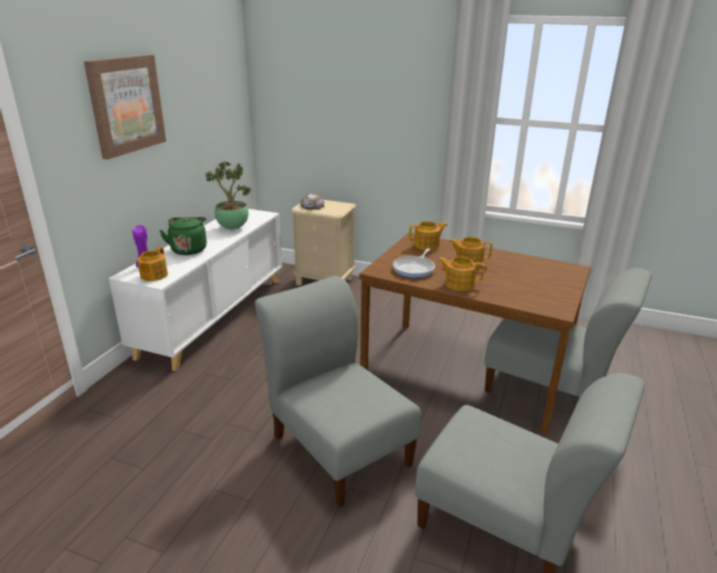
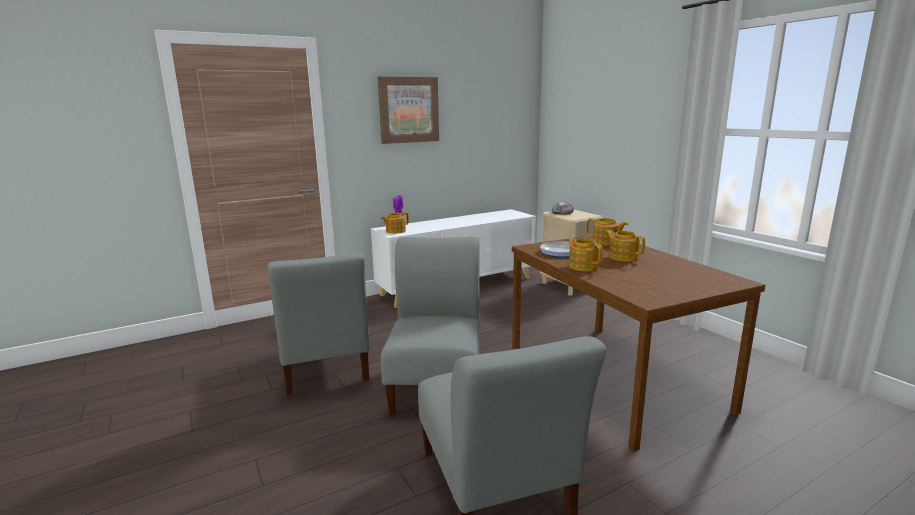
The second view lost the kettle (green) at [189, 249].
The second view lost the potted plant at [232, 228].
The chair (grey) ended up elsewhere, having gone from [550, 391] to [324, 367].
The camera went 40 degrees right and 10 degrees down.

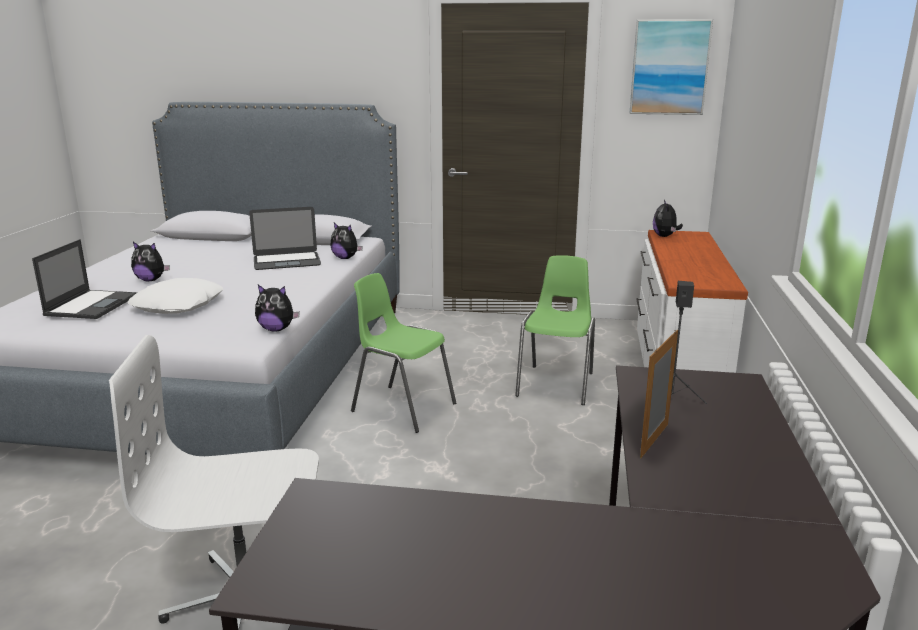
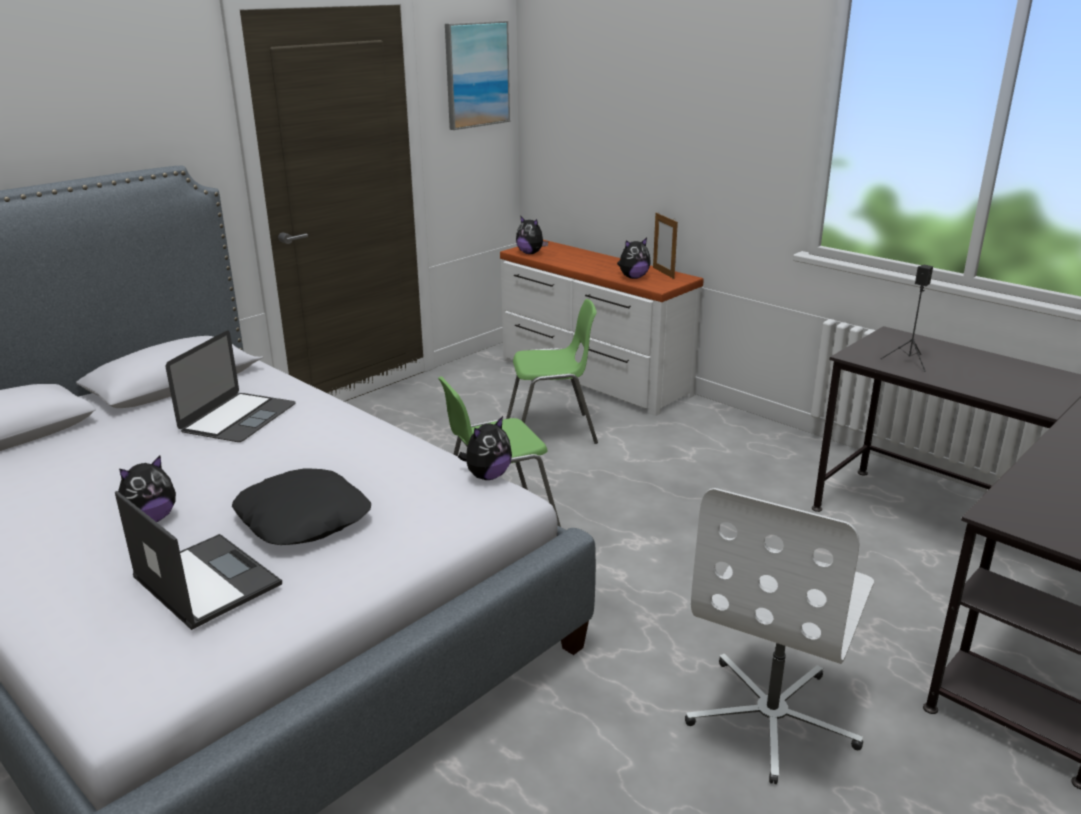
What was the pillow (white) at [179, 305] turned into the pillow (black) at [304, 518].
The plush toy ended up elsewhere, having gone from [345, 258] to [633, 277].
The chair (green) at [557, 384] ended up facing another way, 120 degrees clockwise from before.
The picture frame ended up elsewhere, having gone from [654, 440] to [663, 273].
The camera went 55 degrees left and 5 degrees up.

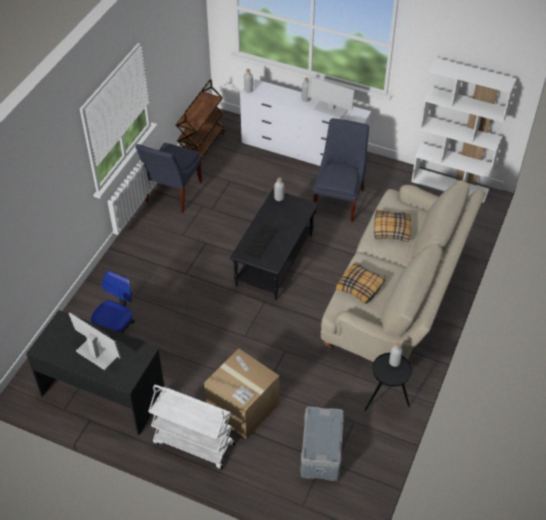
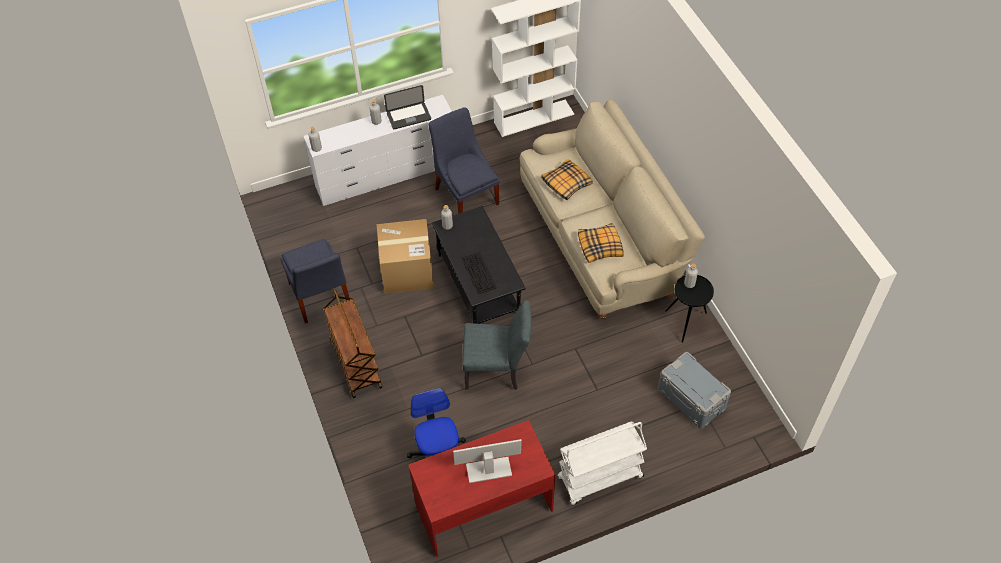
What was the desk (black) at [103, 393] turned into the desk (red) at [483, 506].
The cart (brown) ended up elsewhere, having gone from [201, 146] to [355, 363].
The cardboard box ended up elsewhere, having gone from [243, 407] to [407, 271].
Where the monitor stood at [330, 109], the laptop came to stand at [408, 116].
The second view gained the chair (grey) at [497, 370].
The camera went 45 degrees left and 5 degrees up.

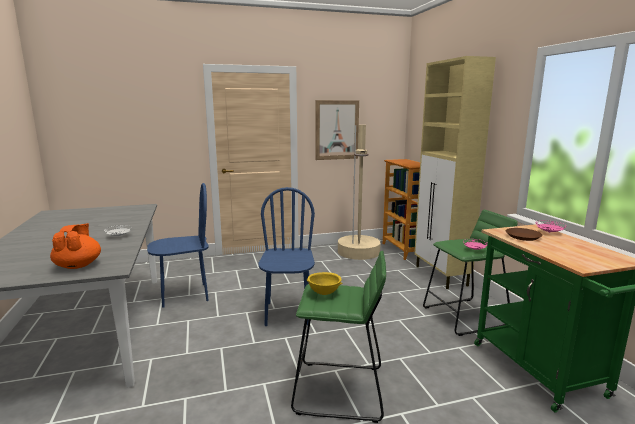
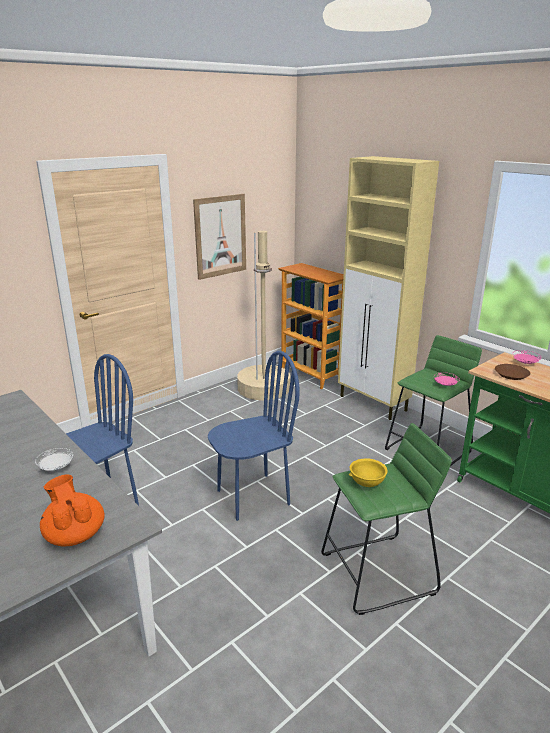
The chair (blue) at [288, 313] ended up facing another way, 90 degrees clockwise from before.
The camera went 25 degrees left and 10 degrees up.

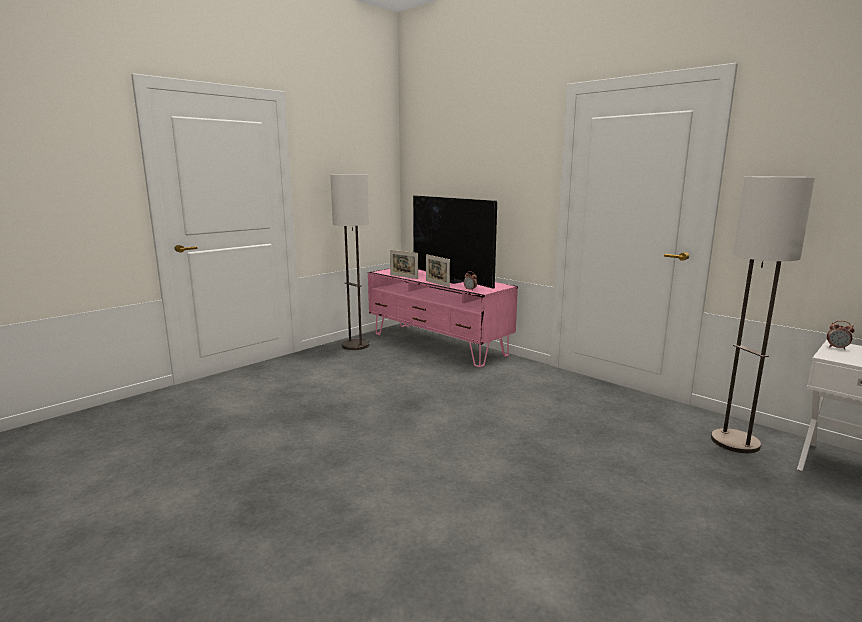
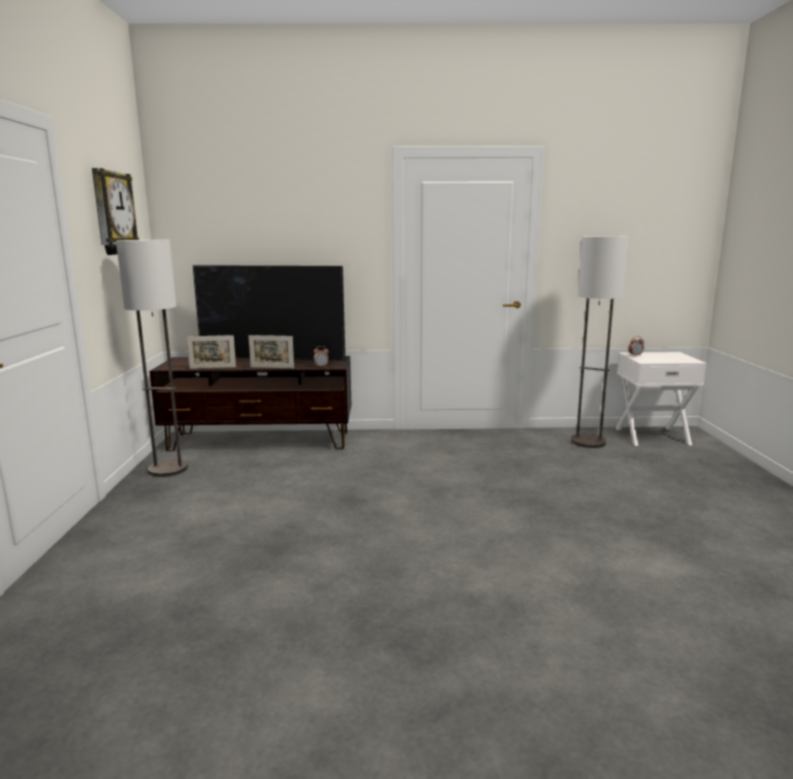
What was the tv stand (pink) at [437, 344] turned into the tv stand (brown) at [260, 441].
The second view gained the wall clock at [112, 213].
The camera went 45 degrees left and 0 degrees up.

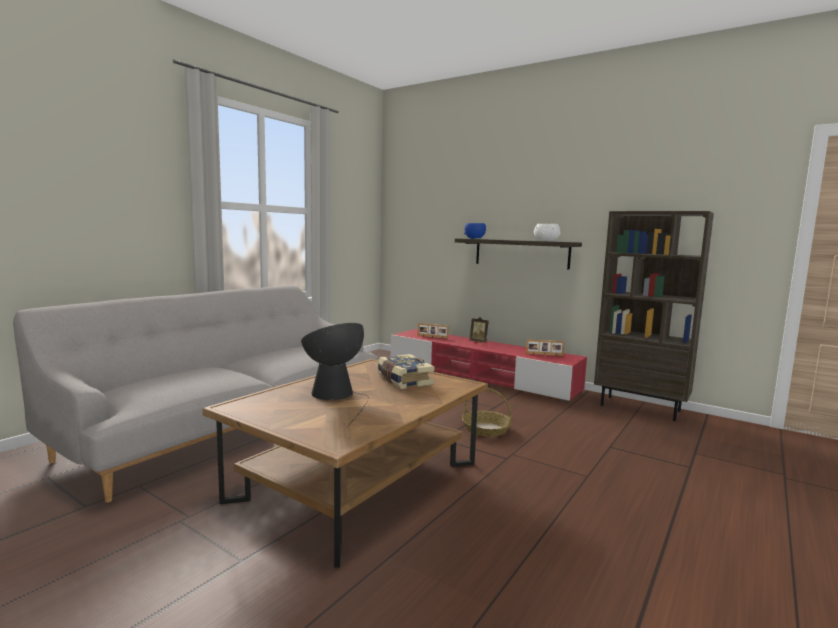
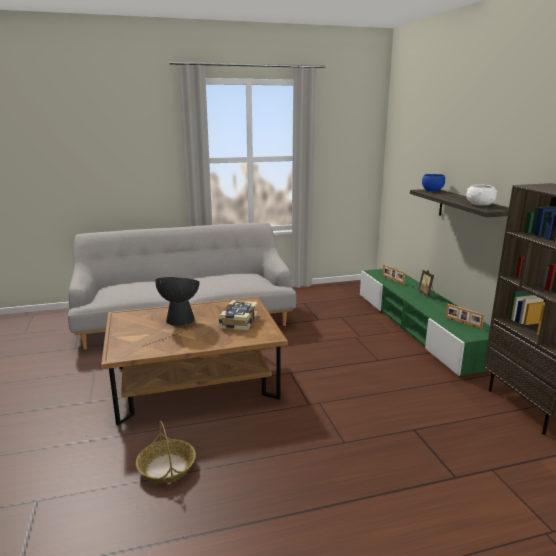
What was the tv stand (red) at [480, 376] turned into the tv stand (green) at [419, 327].
The basket ended up elsewhere, having gone from [486, 429] to [167, 468].
The camera went 40 degrees right and 10 degrees up.

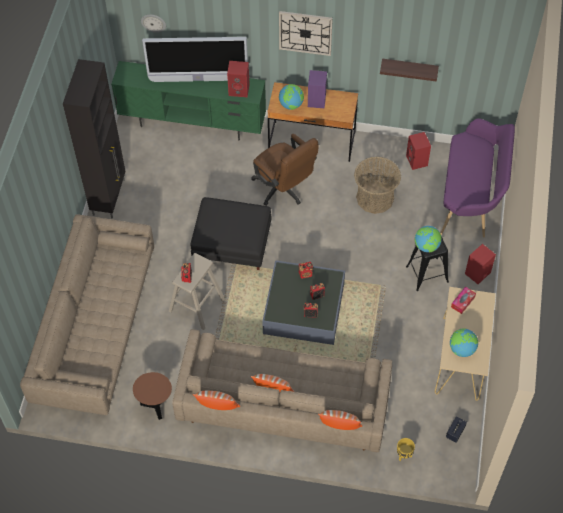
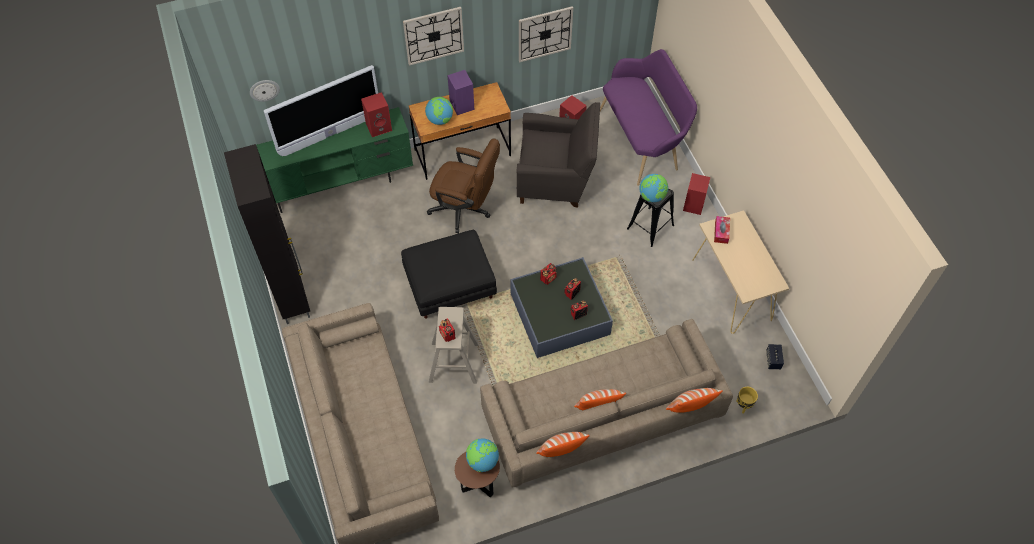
Where the basket stood at [375, 198], the armchair (grey) came to stand at [556, 179].
Where the shelf hung at [409, 68], the wall clock came to hang at [545, 34].
The globe ended up elsewhere, having gone from [461, 349] to [482, 461].
The camera went 30 degrees left and 0 degrees up.

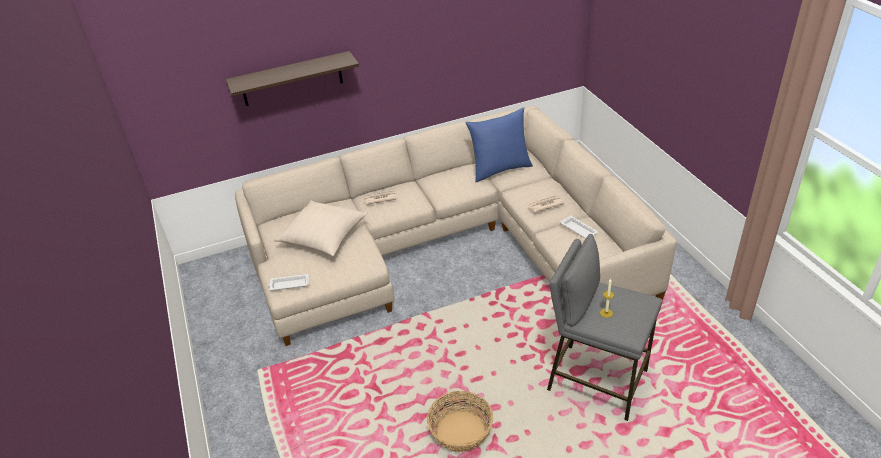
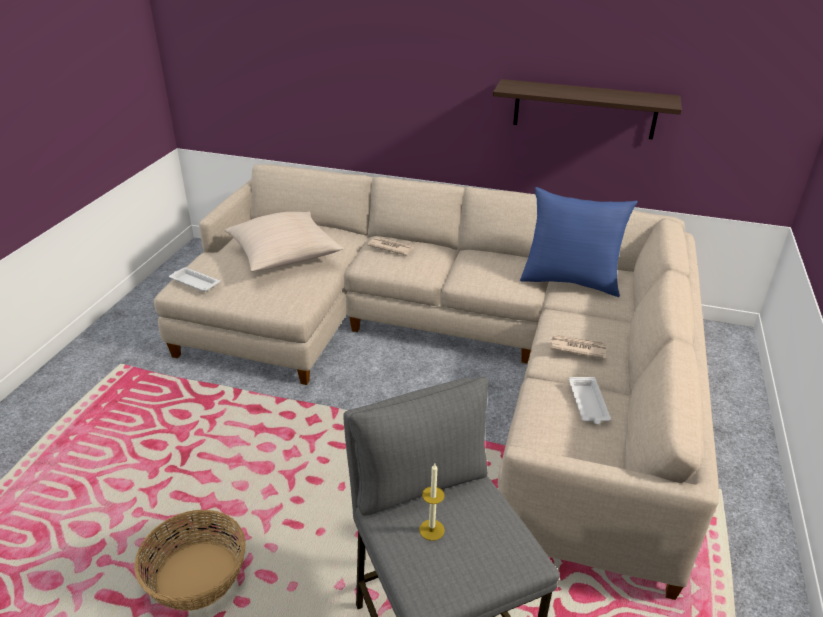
The shelf ended up elsewhere, having gone from [292, 79] to [584, 109].
The camera went 35 degrees right and 5 degrees down.

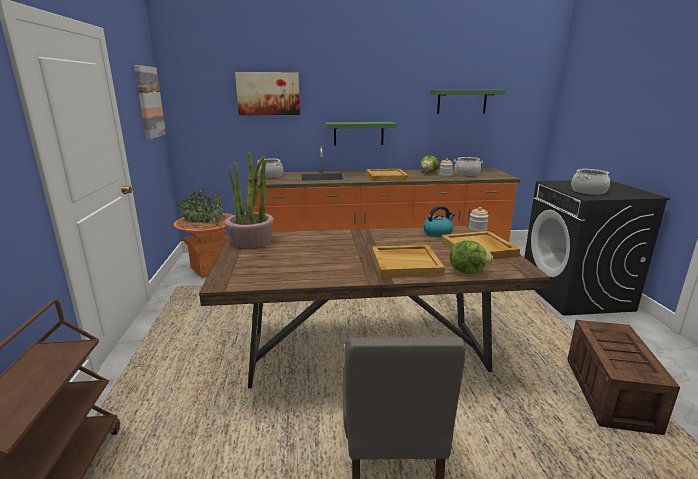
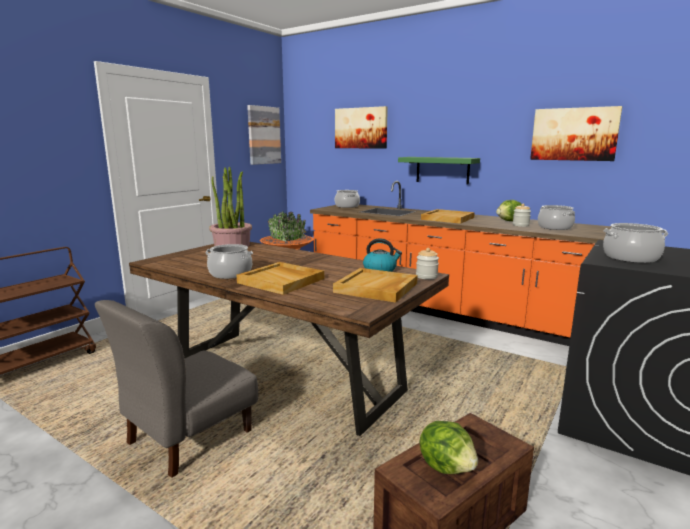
Where the shelf (green) hung at [462, 101], the picture came to hang at [574, 134].
The lettuce ended up elsewhere, having gone from [467, 271] to [447, 466].
The second view gained the cooking pot at [230, 274].
The camera went 40 degrees right and 5 degrees down.

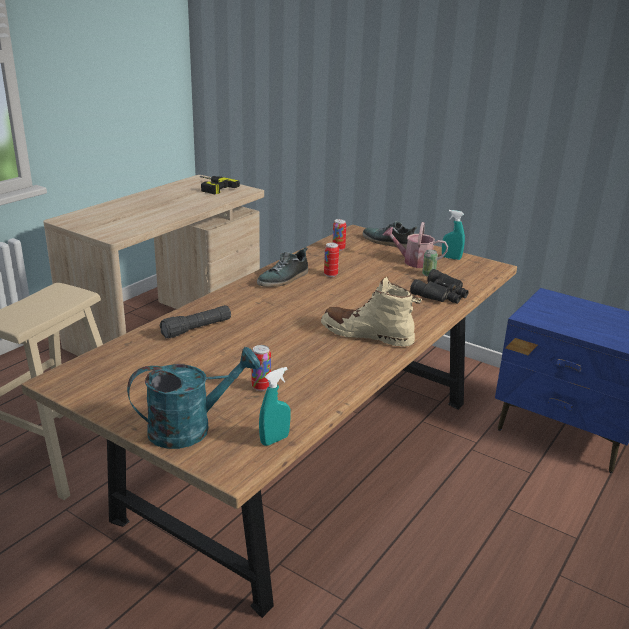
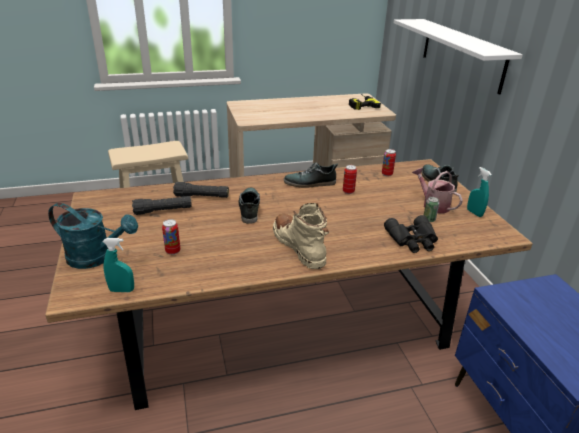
The second view gained the flashlight (black) at [163, 211].
The second view gained the shoe at [249, 208].
The second view gained the shelf (white) at [462, 54].
The camera went 40 degrees right and 5 degrees up.

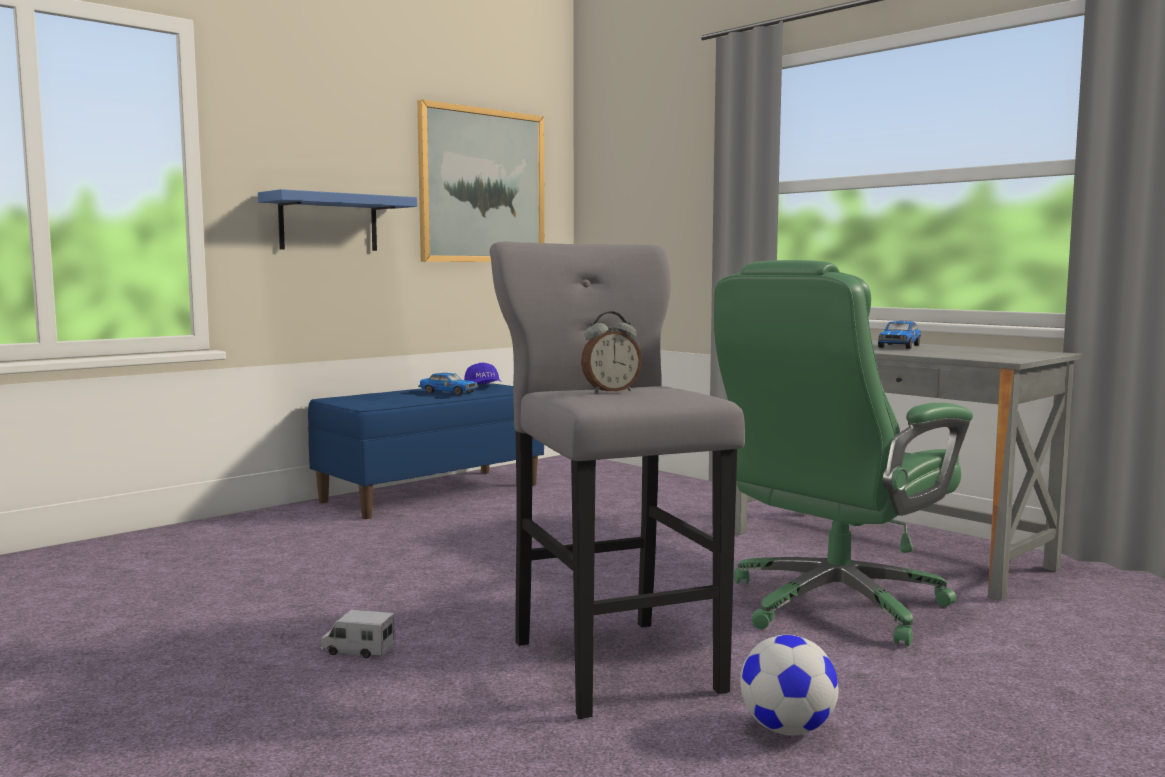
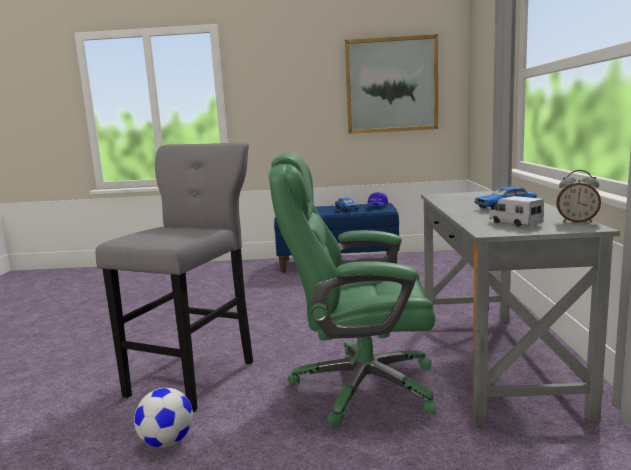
The second view lost the shelf (blue) at [328, 223].
The toy truck ended up elsewhere, having gone from [358, 650] to [515, 223].
The alarm clock ended up elsewhere, having gone from [610, 391] to [576, 222].
The camera went 45 degrees right and 5 degrees up.

